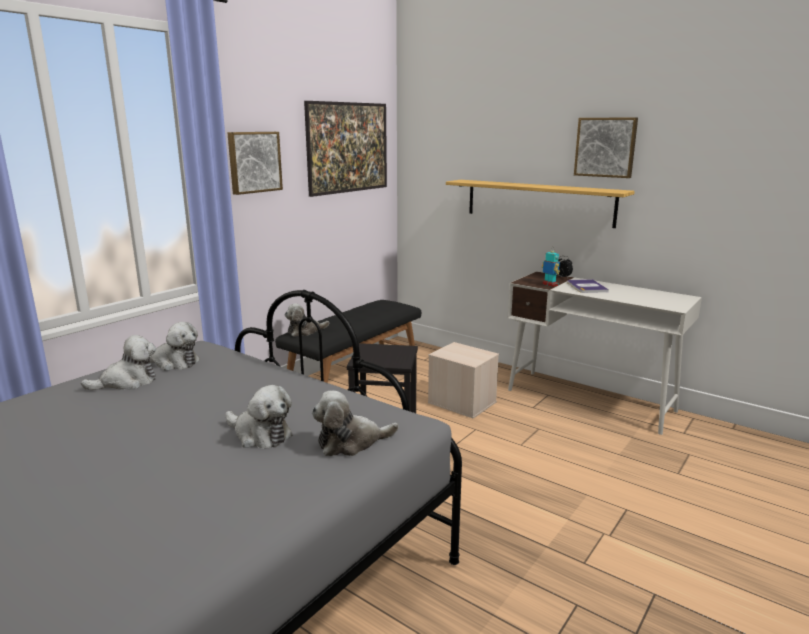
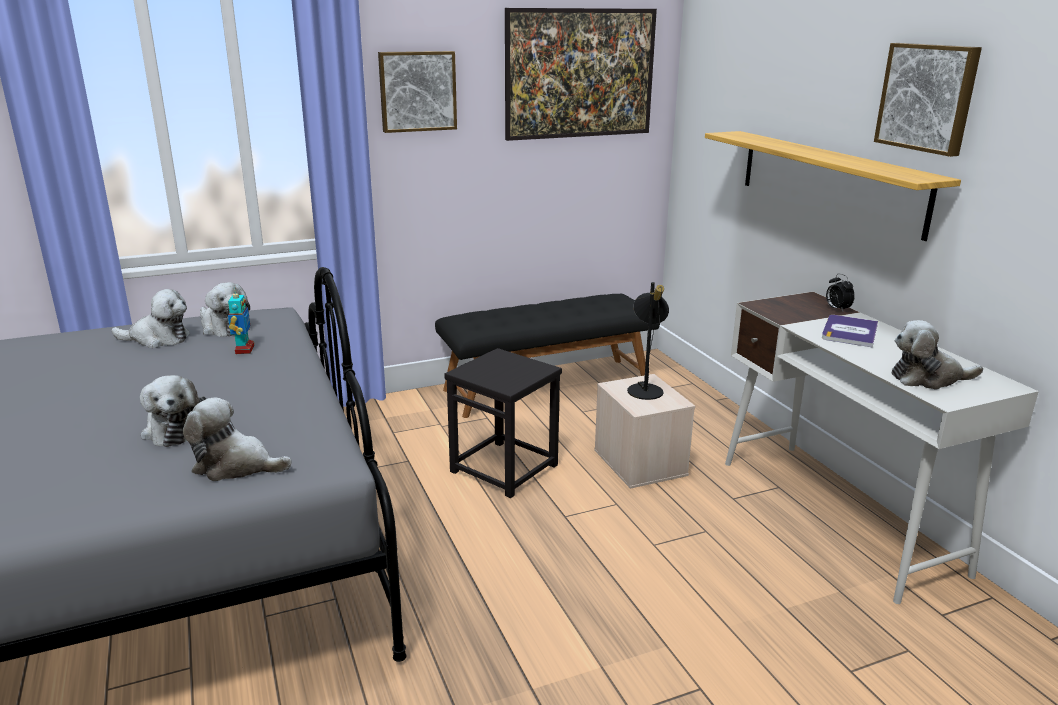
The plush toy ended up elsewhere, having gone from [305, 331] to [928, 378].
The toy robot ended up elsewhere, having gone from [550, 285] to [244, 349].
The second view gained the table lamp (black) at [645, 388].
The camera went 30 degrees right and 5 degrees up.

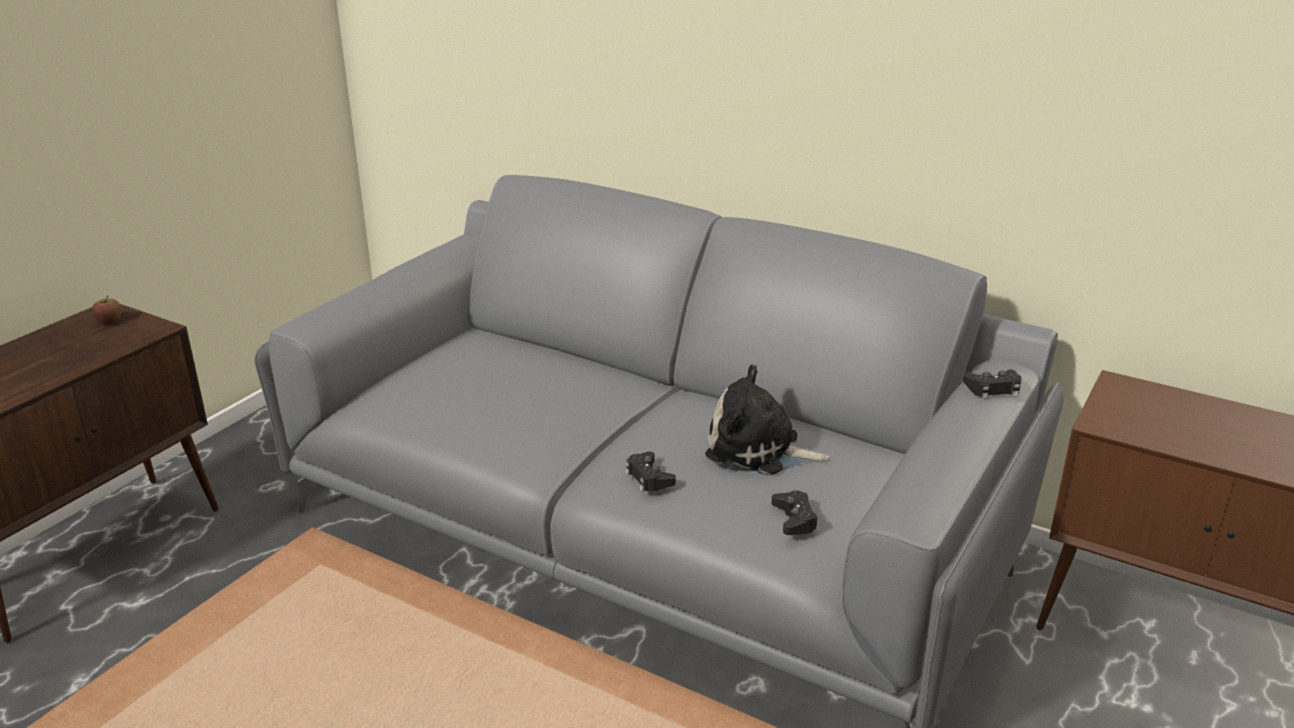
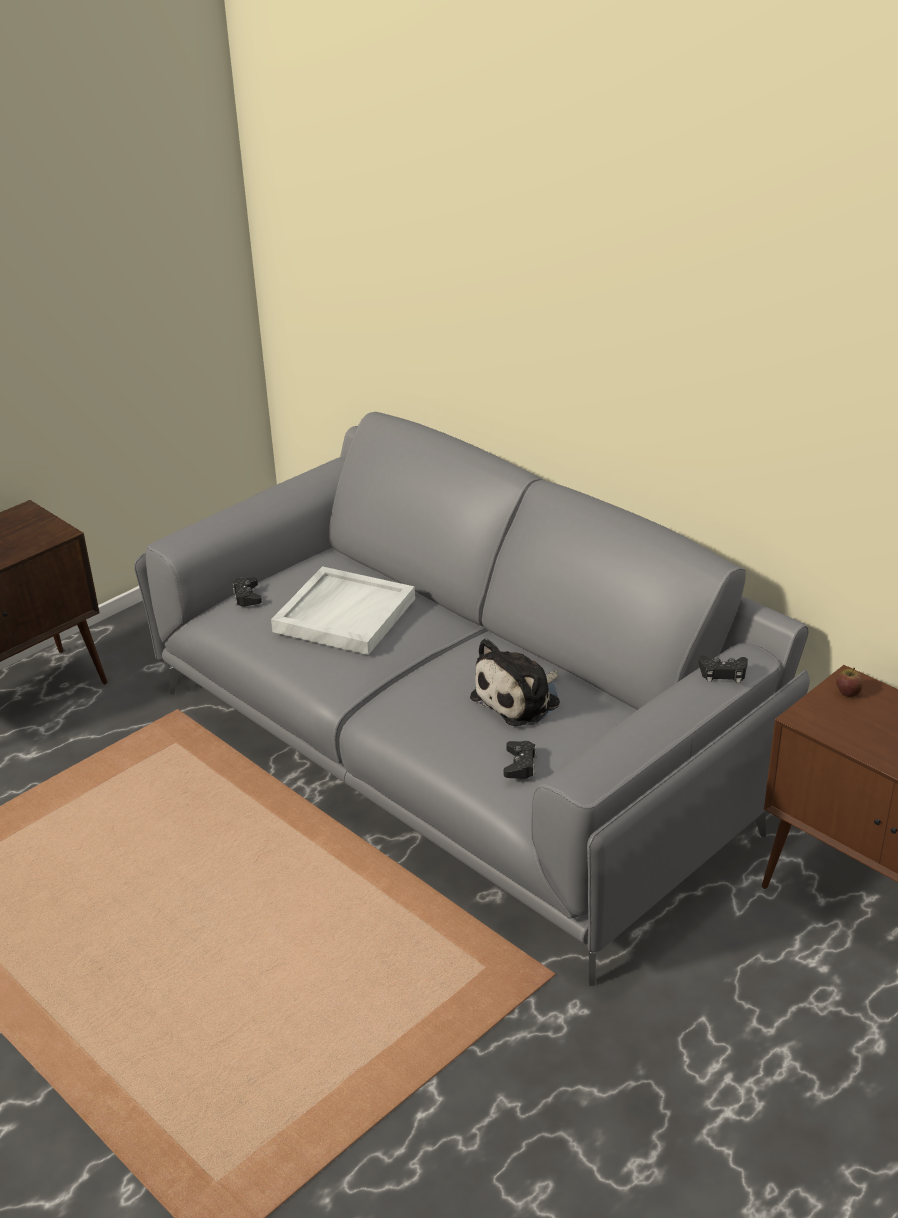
The apple ended up elsewhere, having gone from [109, 321] to [848, 692].
The game controller (black) ended up elsewhere, having gone from [649, 478] to [247, 596].
The plush toy at [758, 450] ended up facing another way, 75 degrees counterclockwise from before.
The second view gained the tray (white) at [344, 614].
The camera went 15 degrees right and 5 degrees up.

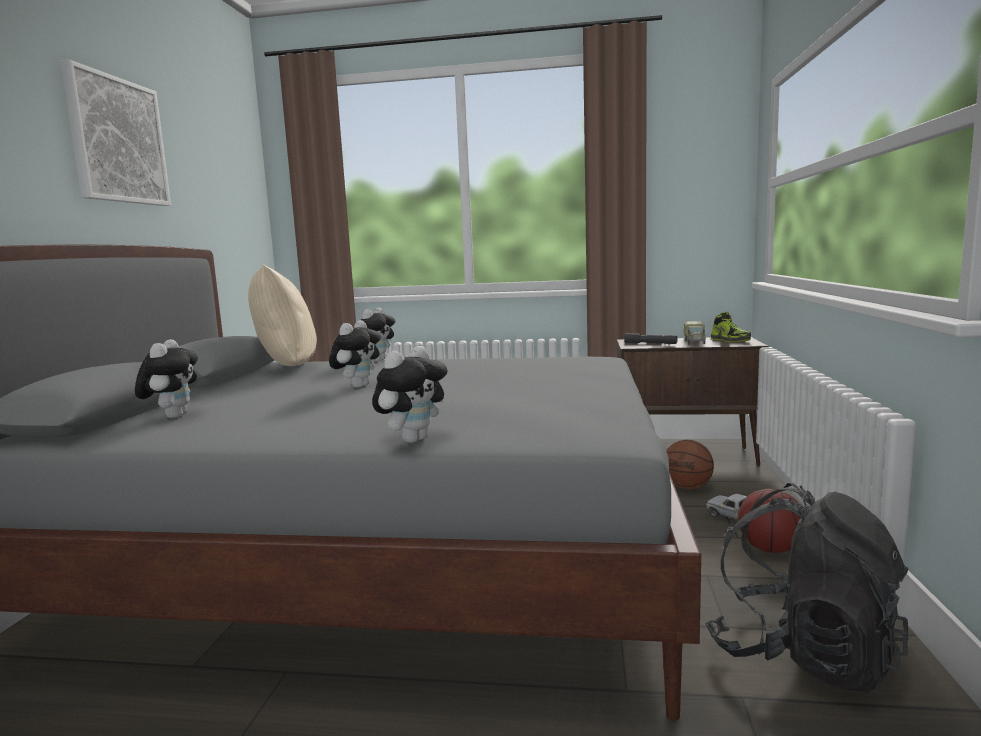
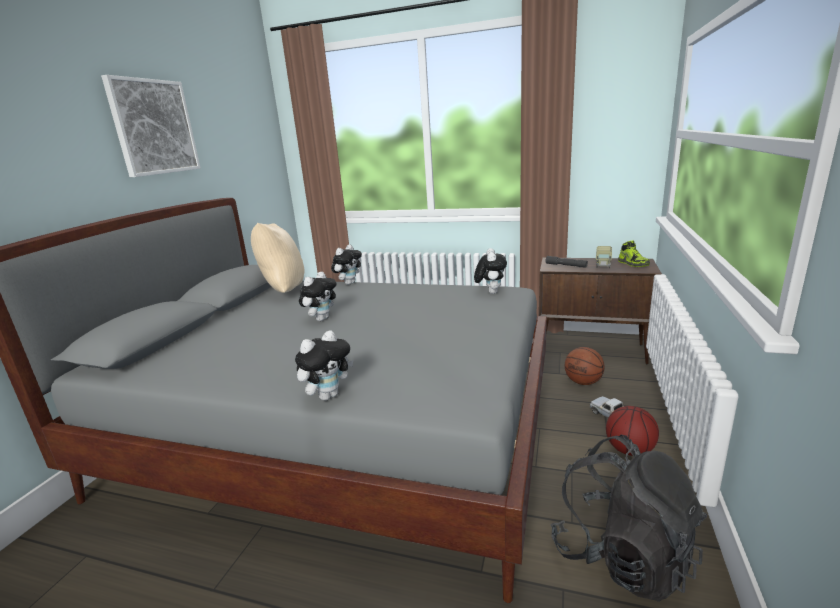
The plush toy ended up elsewhere, having gone from [173, 416] to [490, 292].
The camera went 10 degrees right and 10 degrees up.

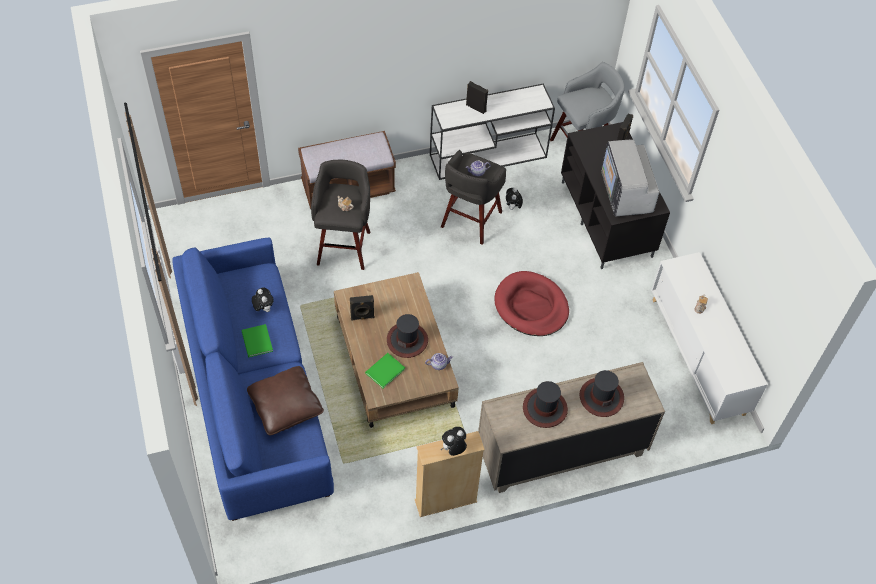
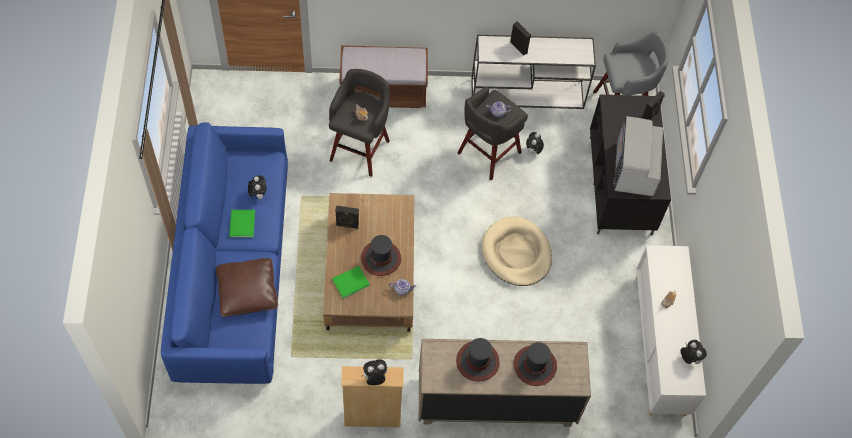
What was the dog bed (red) at [531, 306] turned into the dog bed (beige) at [516, 253].
The second view gained the plush toy at [689, 358].
The camera went 15 degrees right and 5 degrees up.

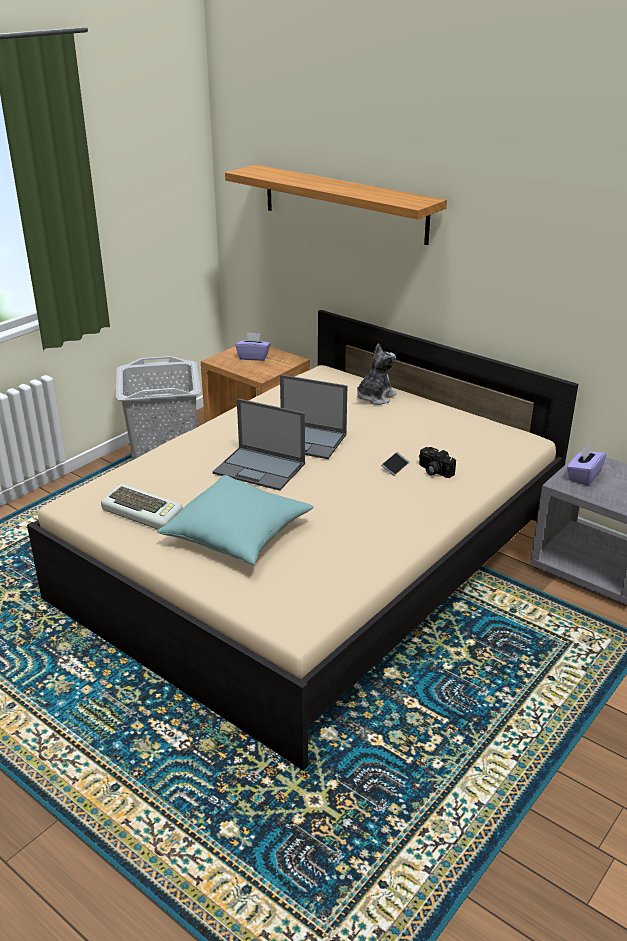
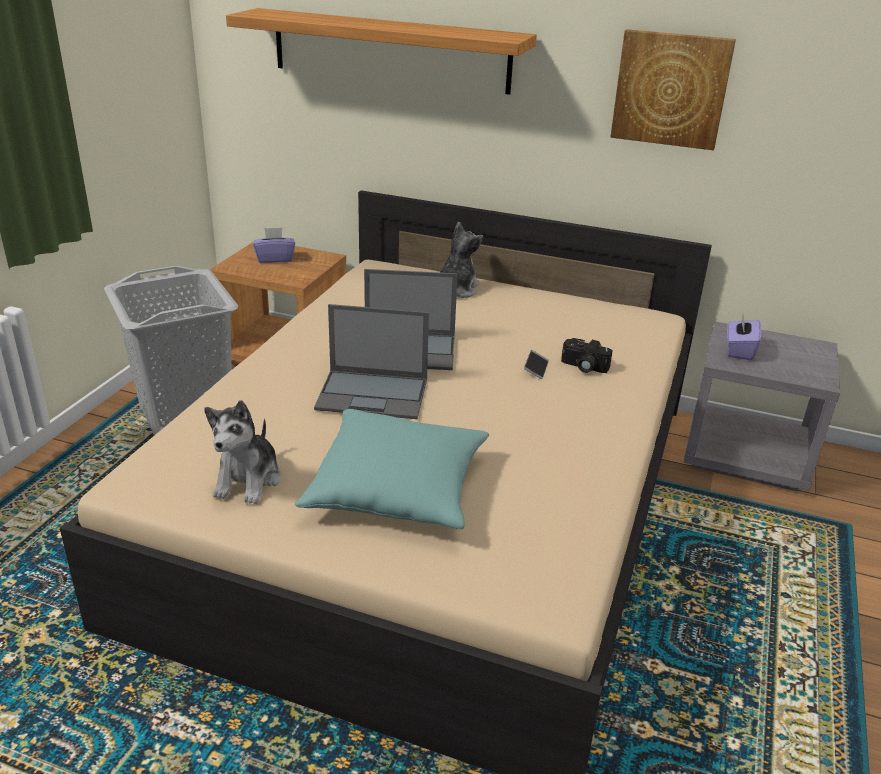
Where the keyboard stood at [144, 513], the plush toy came to stand at [248, 480].
The second view gained the picture at [671, 89].
The camera went 20 degrees left and 0 degrees up.

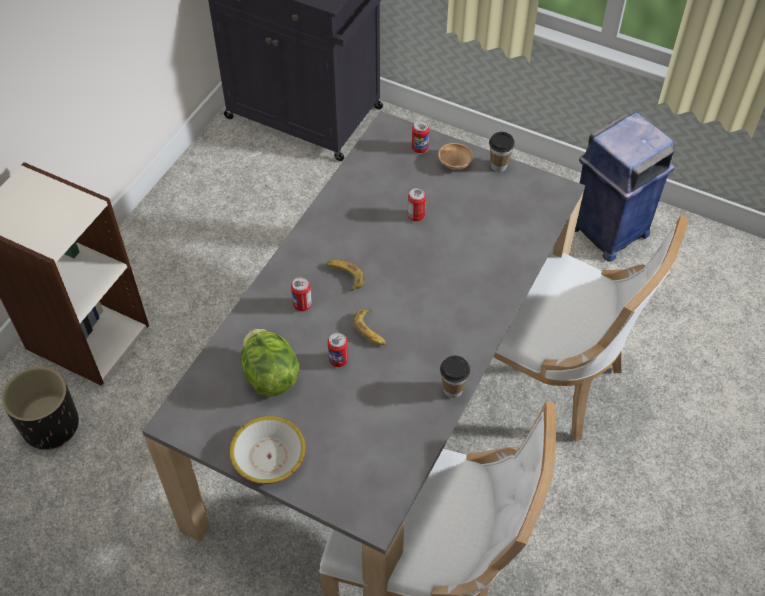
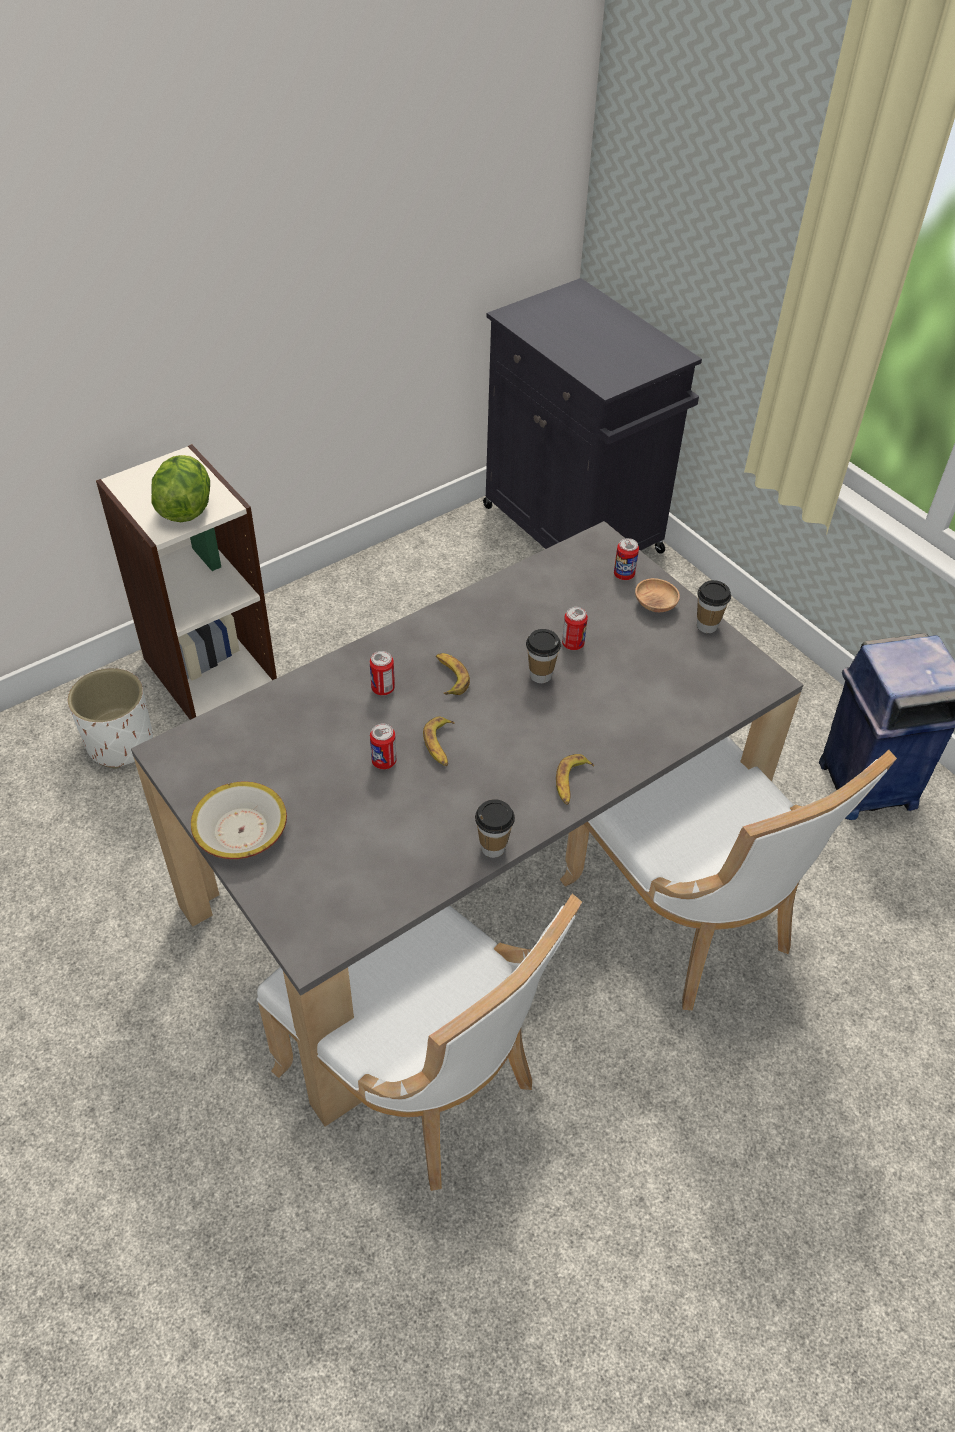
What was the planter (black) at [51, 425] turned into the planter (white) at [120, 743].
The lettuce ended up elsewhere, having gone from [270, 376] to [185, 509].
The second view gained the cup at [540, 675].
The second view gained the banana at [571, 783].
The camera went 25 degrees right and 5 degrees down.

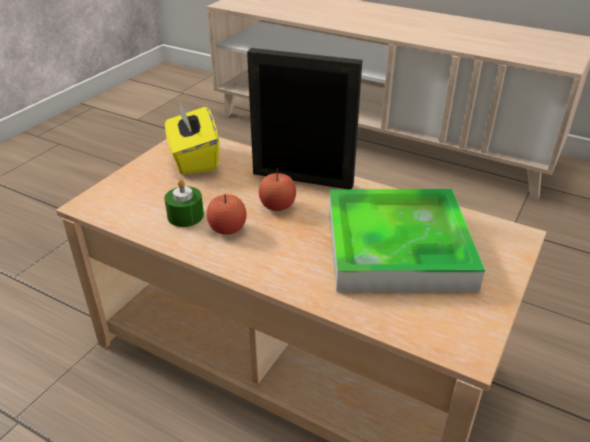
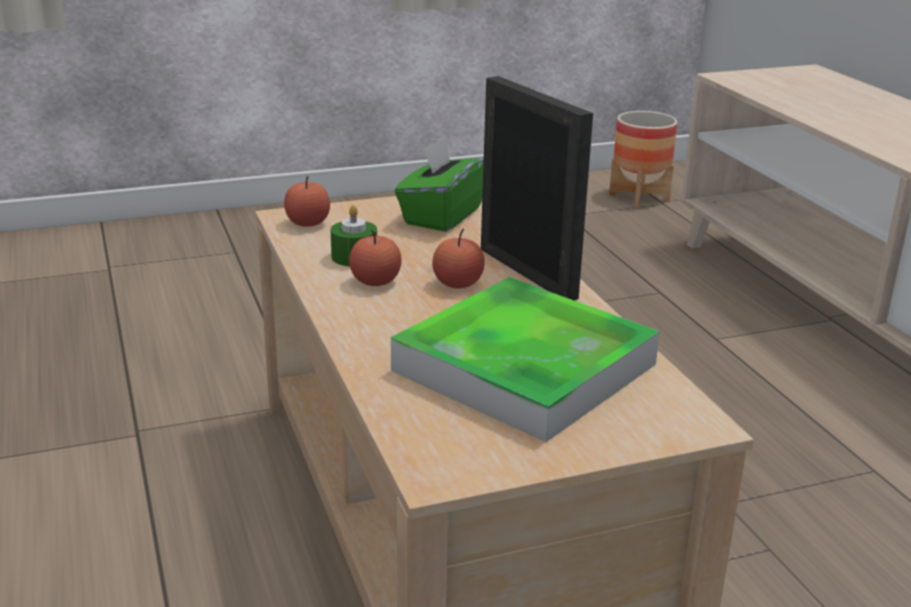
What was the tissue box (yellow) at [194, 159] turned into the tissue box (green) at [441, 216].
The second view gained the apple at [308, 223].
The second view gained the planter at [639, 197].
The camera went 40 degrees right and 10 degrees down.

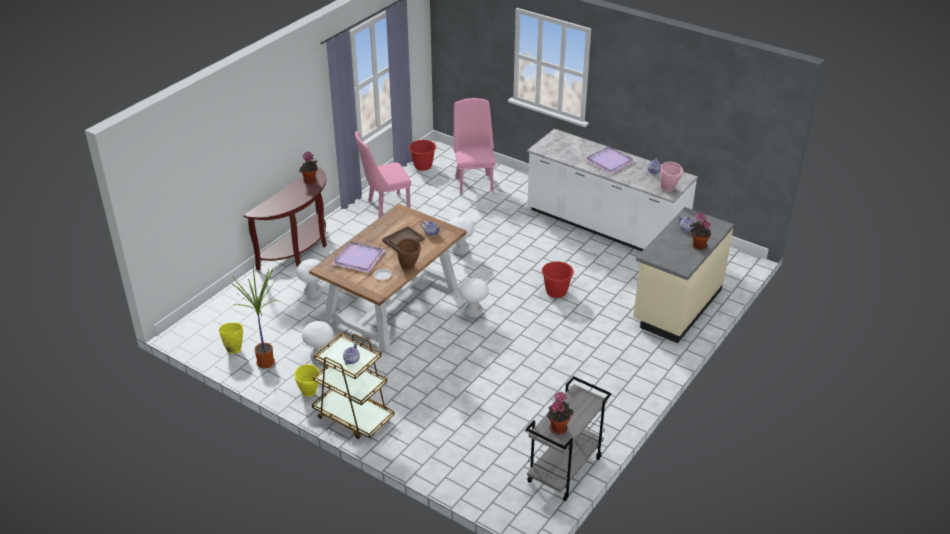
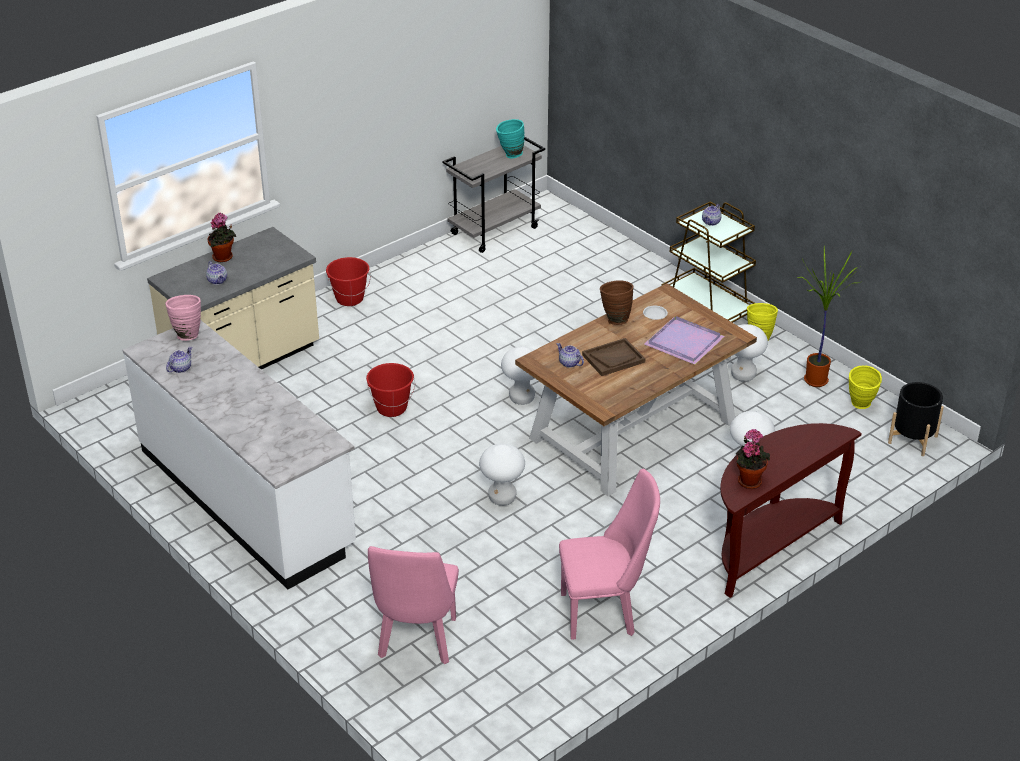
The bucket (red) ended up elsewhere, having gone from [423, 166] to [349, 299].
Where the potted plant stood at [558, 427], the vase (turquoise) came to stand at [509, 155].
The second view lost the tray (purple) at [608, 161].
The second view gained the planter (black) at [912, 439].
The camera went 165 degrees left and 0 degrees up.

